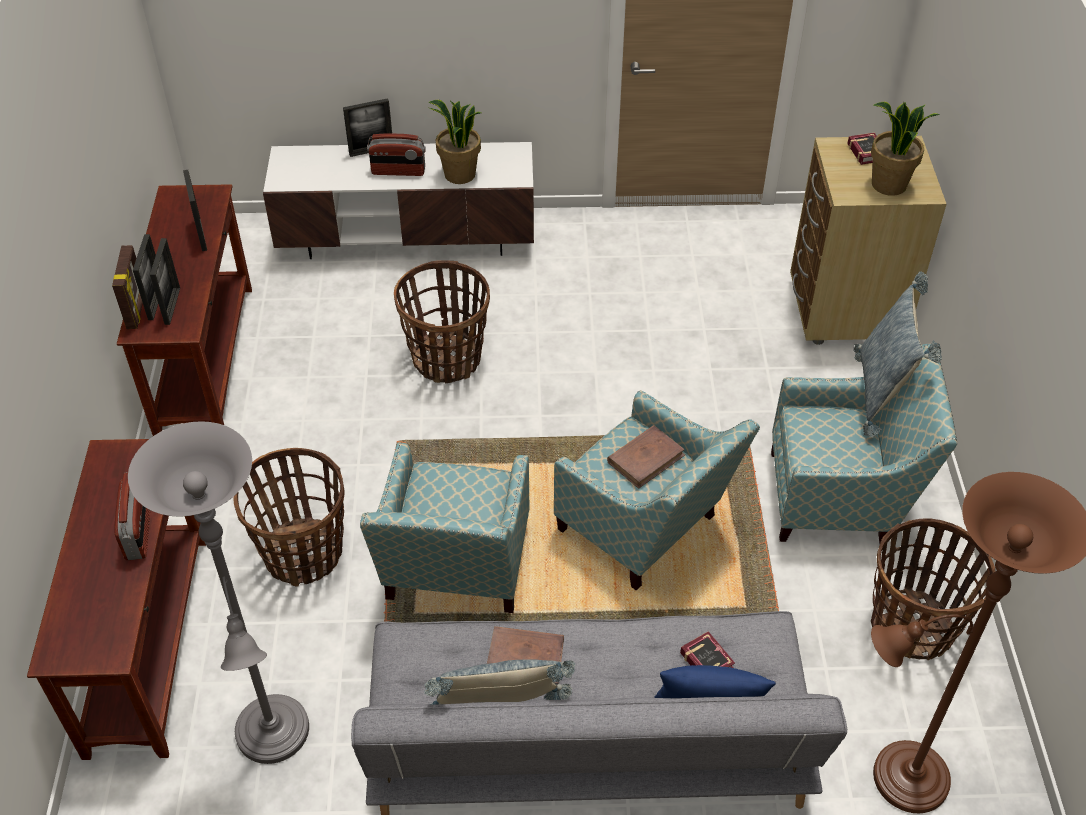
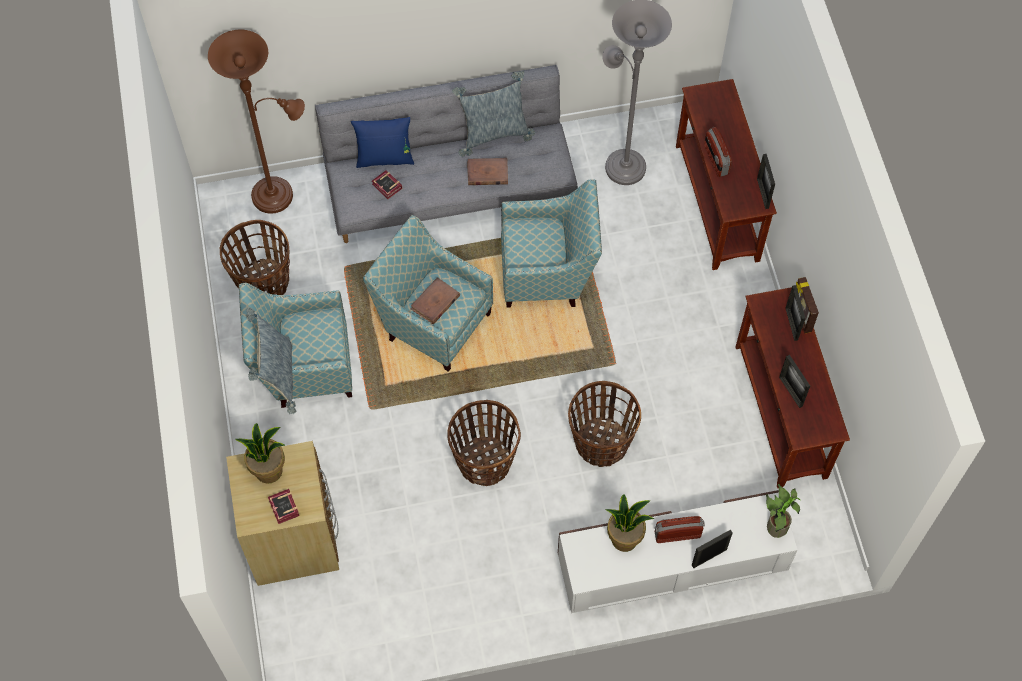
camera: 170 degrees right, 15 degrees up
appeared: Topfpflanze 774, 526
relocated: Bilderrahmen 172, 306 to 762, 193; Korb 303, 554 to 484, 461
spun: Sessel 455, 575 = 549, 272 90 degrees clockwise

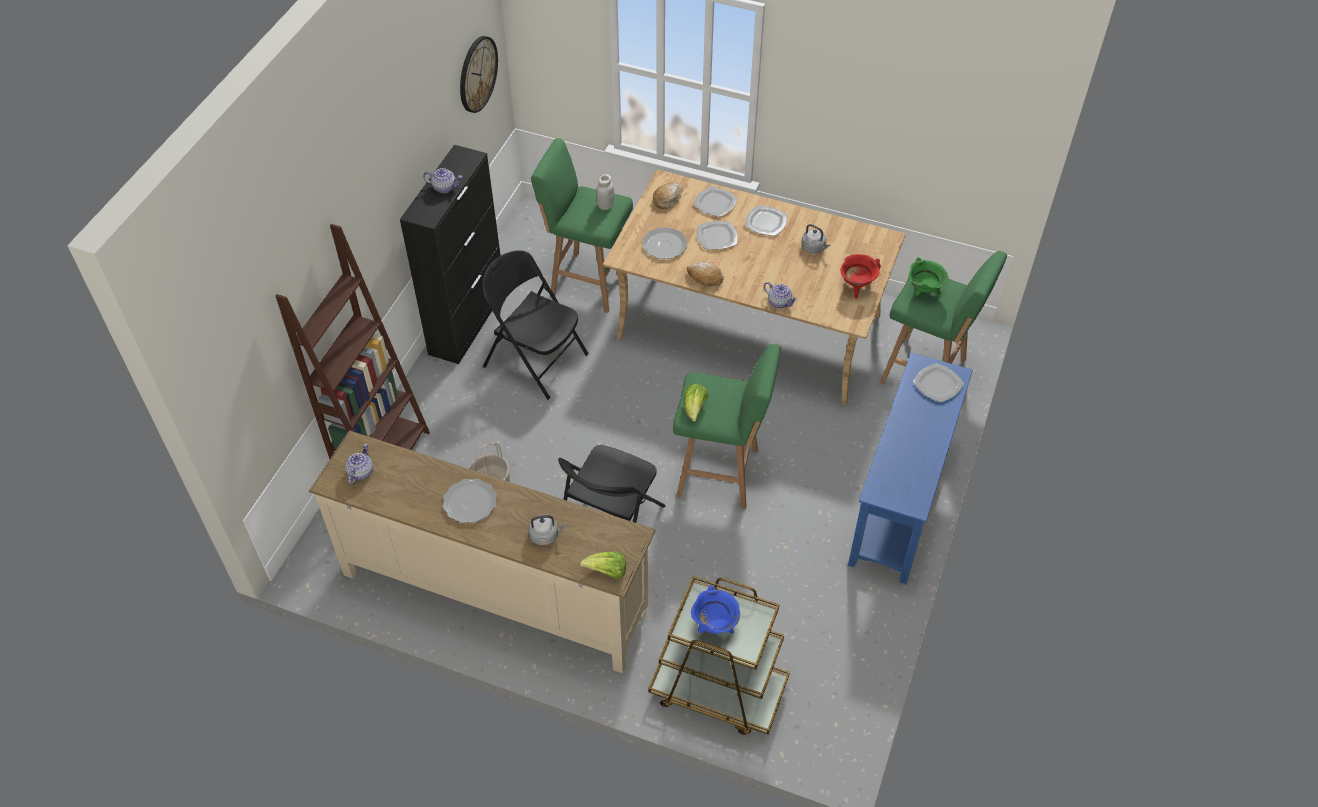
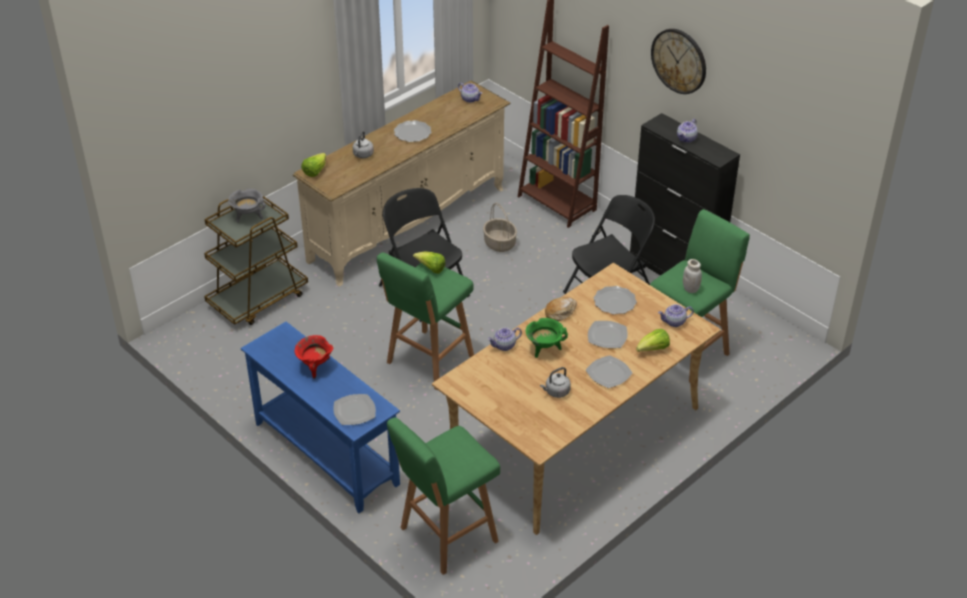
camera: 115 degrees right, 10 degrees down
relocated: Wanduhr 477, 74 to 679, 61; Kochtopf/rot 856, 287 to 315, 367; Kochtopf/grün 923, 292 to 544, 349
exchanged: Brot 668, 199 to Teekanne 674, 322; Teller 715, 202 to Salatkopf 653, 350
colour: Kochtopf/blau 714, 626 to Kochtopf/grau 248, 216

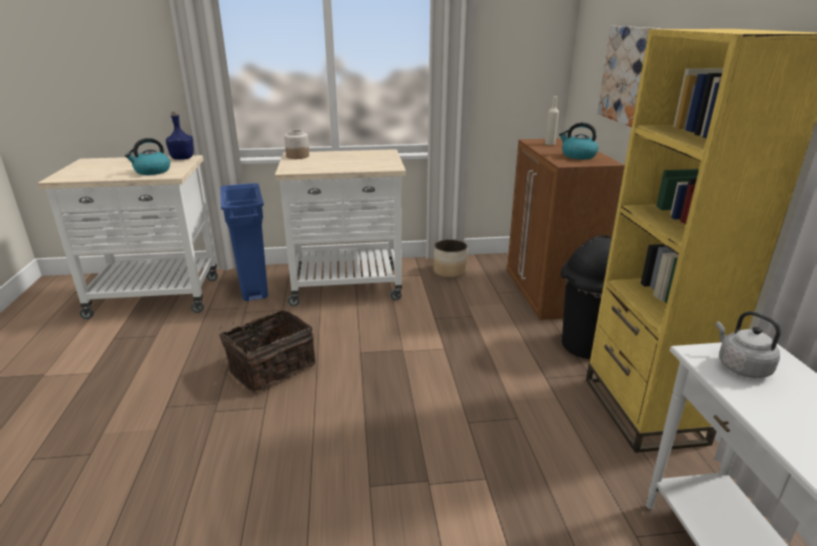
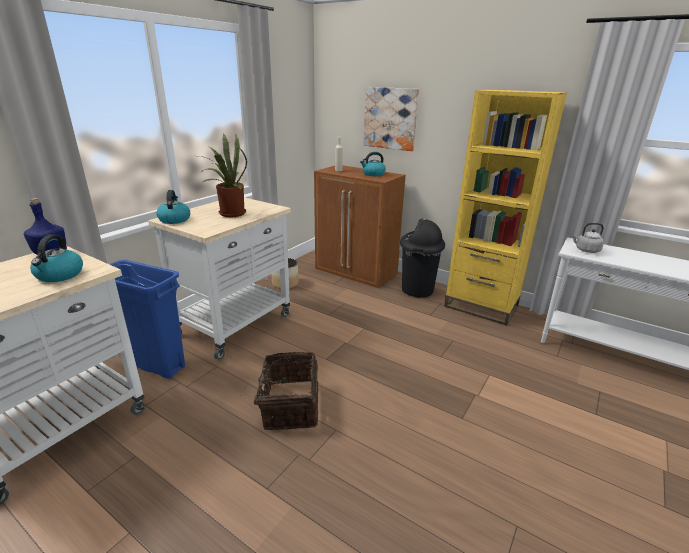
camera: 50 degrees left, 0 degrees up
appeared: Topfpflanze 229, 214
exchanged: Vorratsglas 297, 156 to Wasserkessel 174, 219

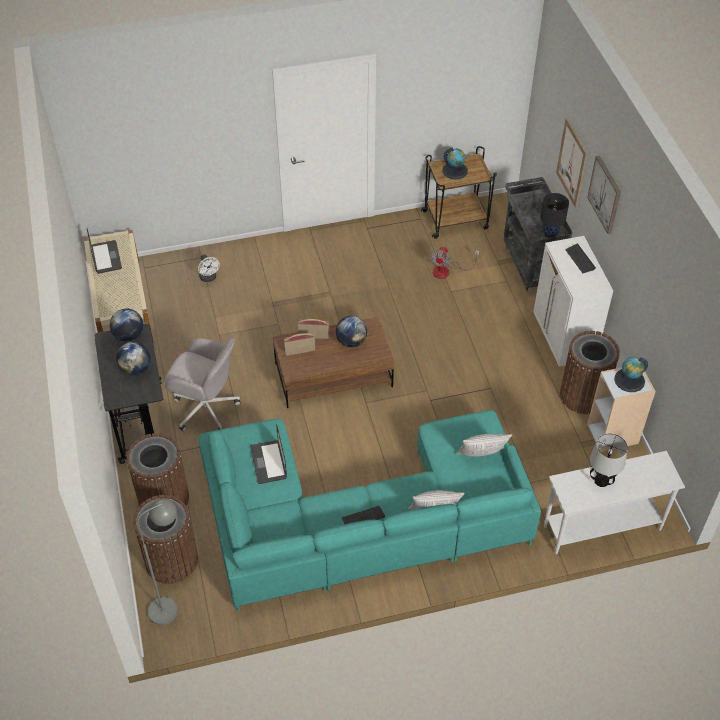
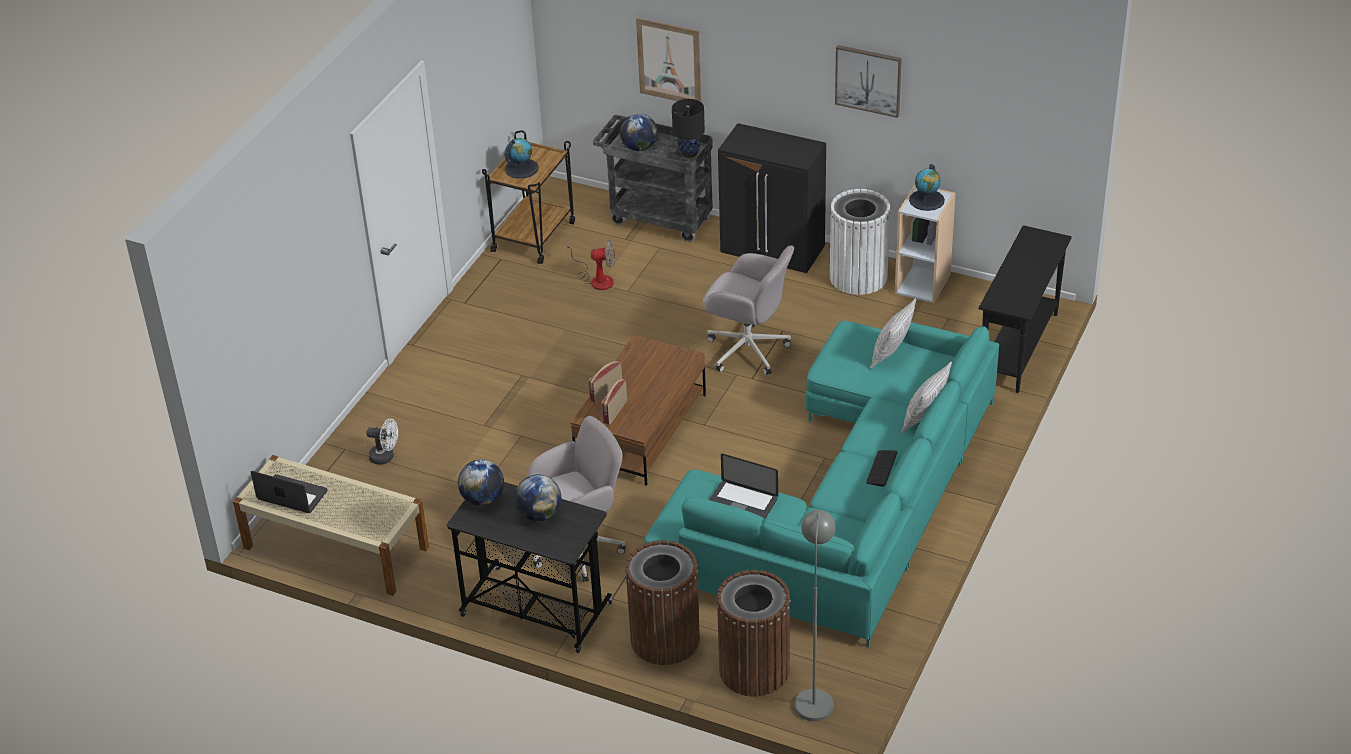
camera: 50 degrees left, 10 degrees down
missing: Tastatur 580, 259; Tischlampe 602, 481
appeared: Bürostuhl/grau 748, 351
relocated: Globus 351, 341 to 639, 148; Bild 605, 194 to 868, 80
colour: Schrank/weiß 564, 335 to Schrank/schwarz 773, 249; Konsolentisch/weiß 602, 529 to Konsolentisch/schwarz 1019, 349; Mülleimer/braun 583, 395 to Mülleimer/weiß 858, 277
spun: Ventilator 447, 271 = 596, 279 60 degrees counterclockwise

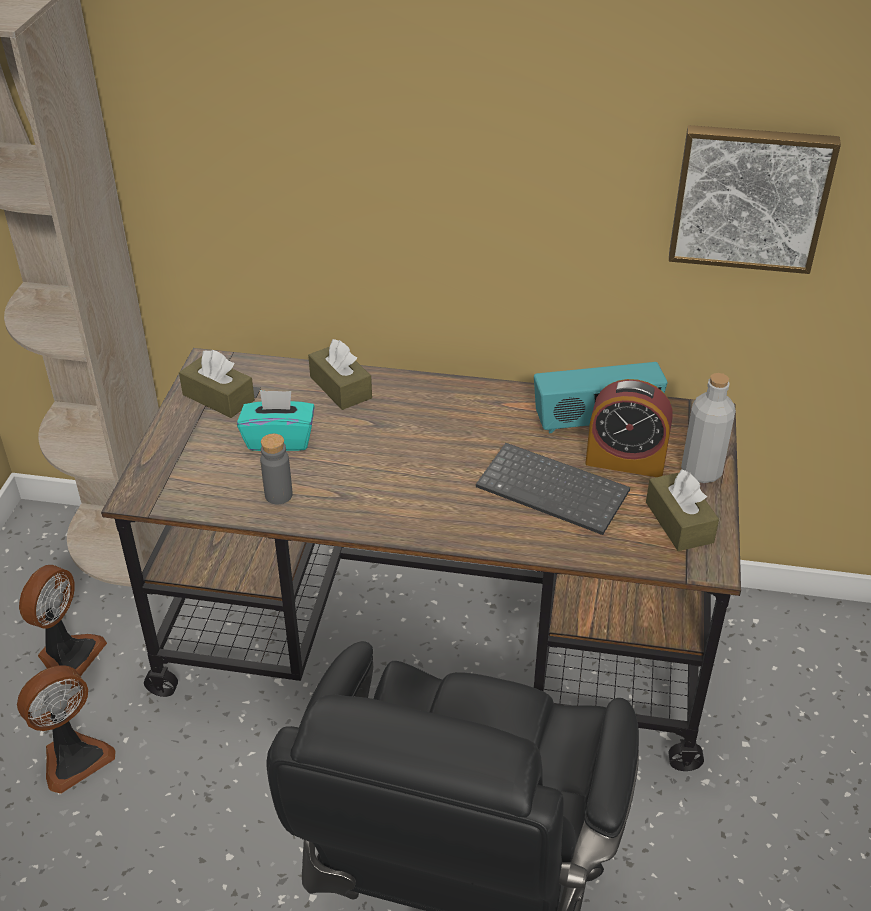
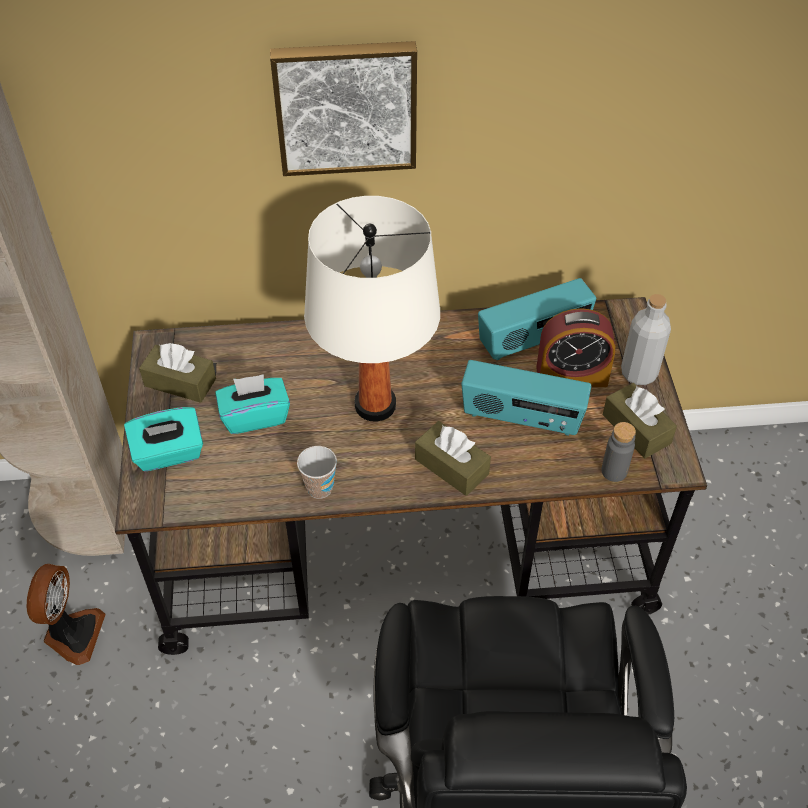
camera: 15 degrees left, 10 degrees up
missing: Ventilator 73, 757
appeared: Taschentuchbox/türkis 169, 454; Tasse 319, 488; Tischlampe/weiß 375, 405
relocated: Flasche/grau 278, 495 to 614, 471; Taschentuchbox/braun 340, 387 to 451, 466; Bild 750, 197 to 346, 106
exchanged: Tastatur 555, 490 to Radio 521, 418

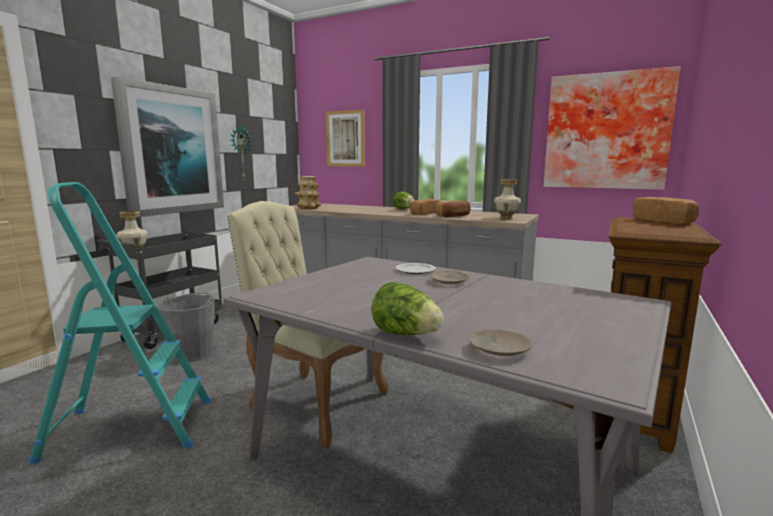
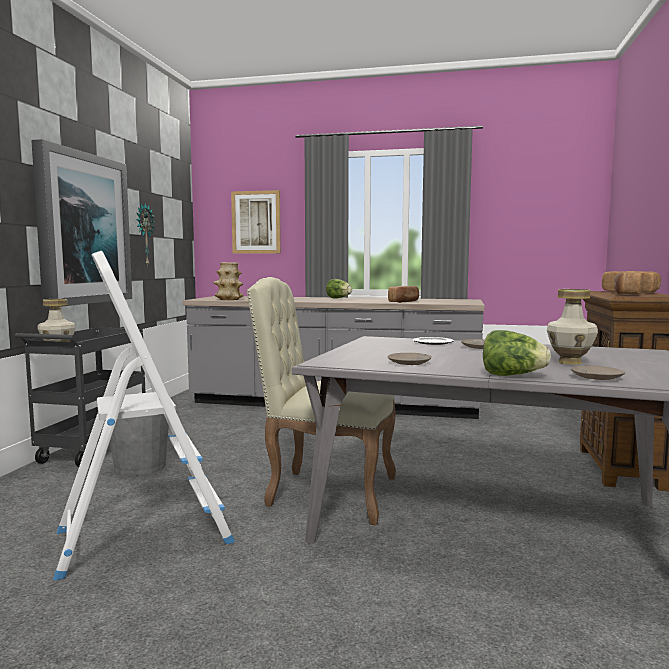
camera: 15 degrees left, 5 degrees down
missing: Bild 606, 132
appeared: Teller/beige 409, 363
relocated: Brot 425, 213 to 627, 294; Vase 506, 218 to 570, 362
colour: Trittleiter/türkis 132, 428 to Trittleiter/weiß 146, 536

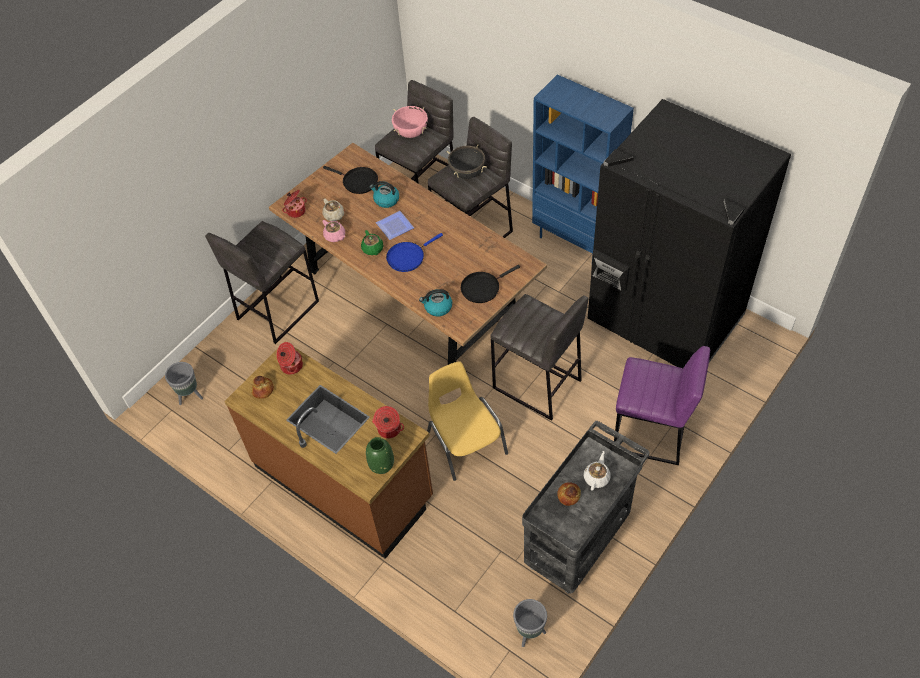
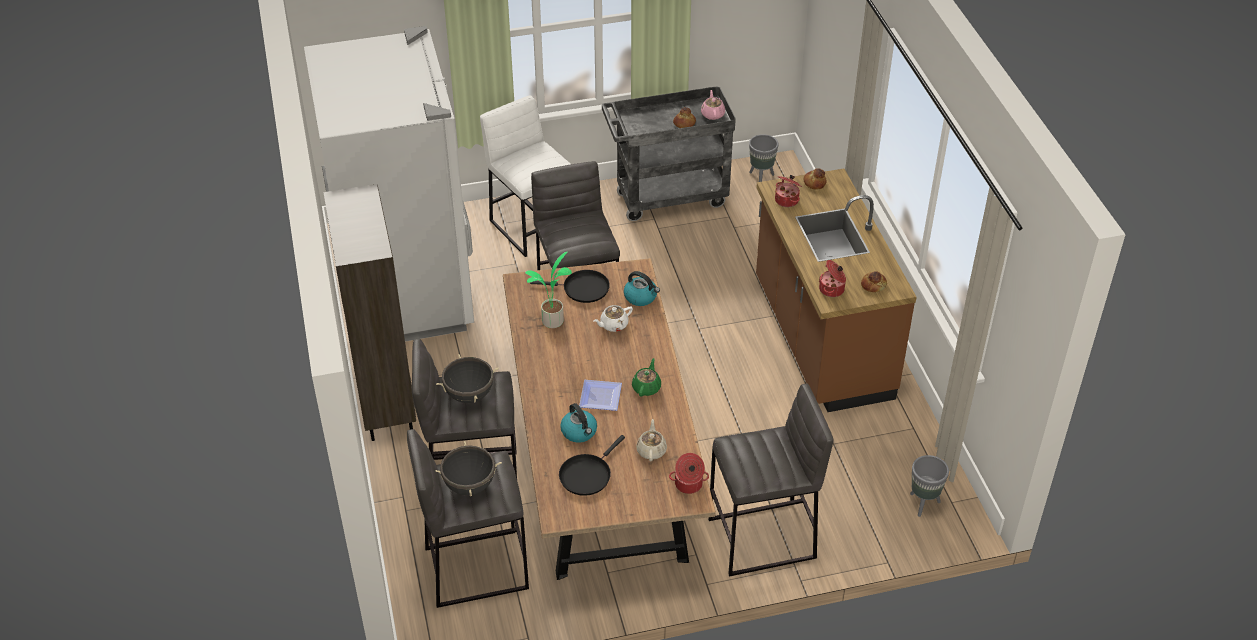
camera: 145 degrees left, 10 degrees down
missing: Pfanne/blau 407, 257; Stuhl/gelb 465, 442
appeared: Topfpflanze 552, 322
relocated: Teekanne/rosa 335, 236 to 712, 114; Teekanne/weiß 597, 477 to 613, 325
exchanged: Vase/grün 381, 464 to Brot 814, 183
colour: Kochtopf/rosa 411, 133 to Kochtopf/schwarz 469, 485; Bücherregal/blau 575, 241 to Bücherregal/braun 385, 406; Kühlschrank/schwarz 665, 319 to Kühlschrank/weiß 407, 290; Stuhl/lila 652, 433 to Stuhl/weiß 532, 226
spun: Pfanne/schwarz 358, 181 = 587, 474 120 degrees counterclockwise

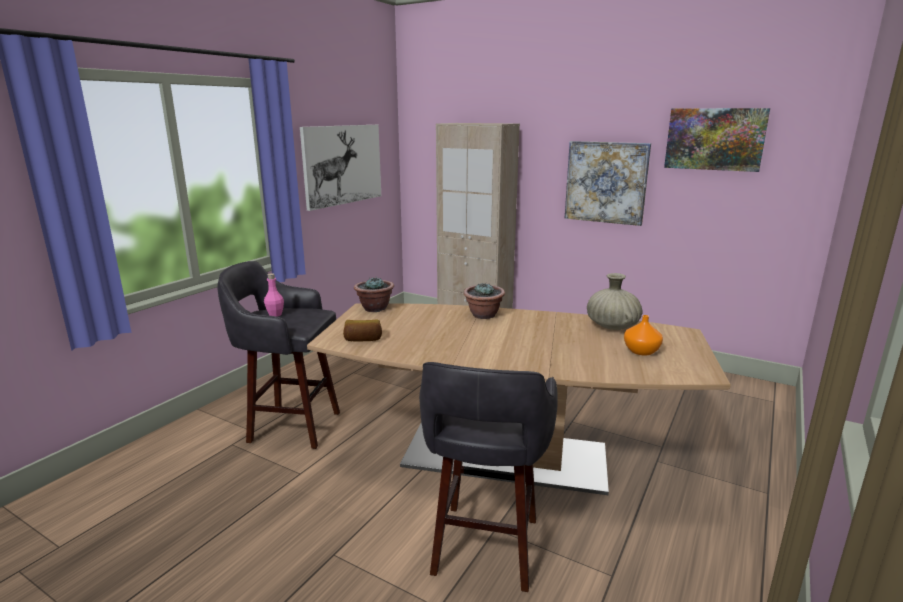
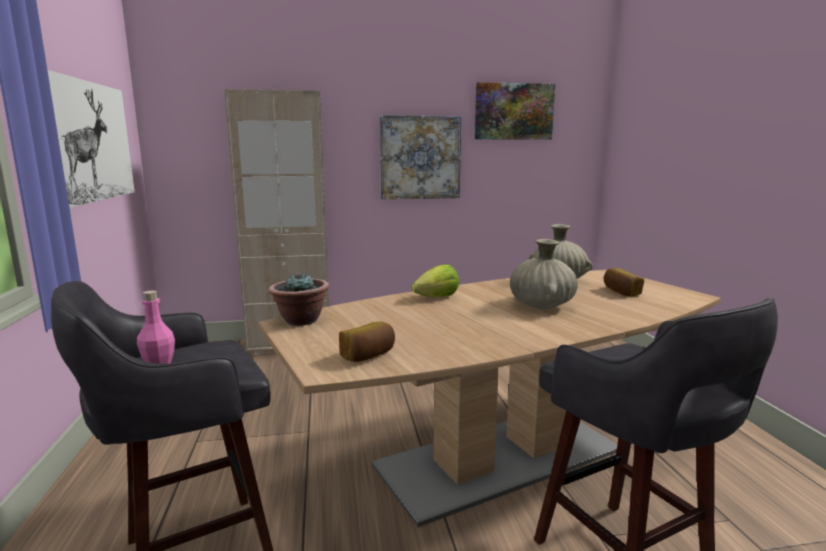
camera: 40 degrees left, 5 degrees down
appeared: Vase/beige 542, 305
exchanged: Topfpflanze 483, 315 to Salatkopf 437, 297; Vase/orange 640, 351 to Brot 621, 292

